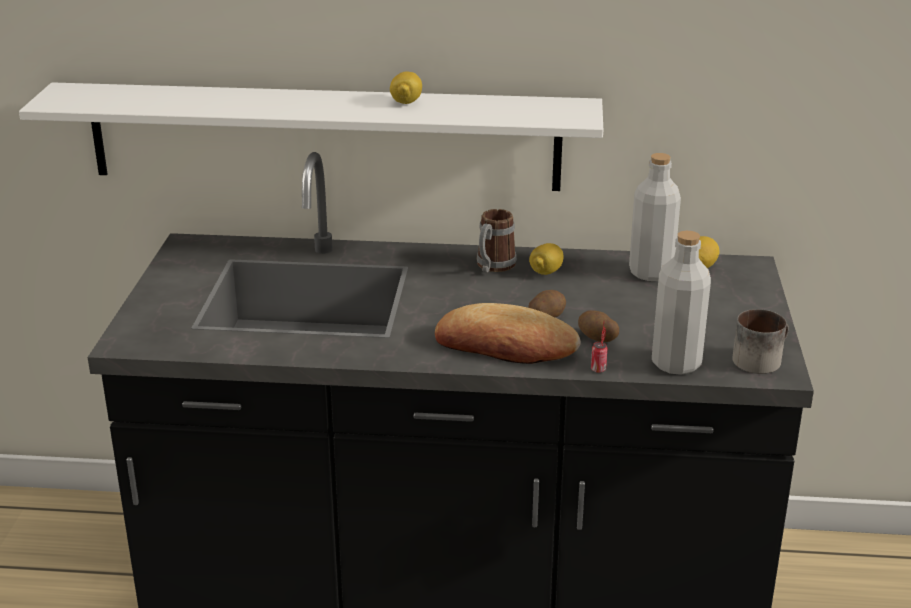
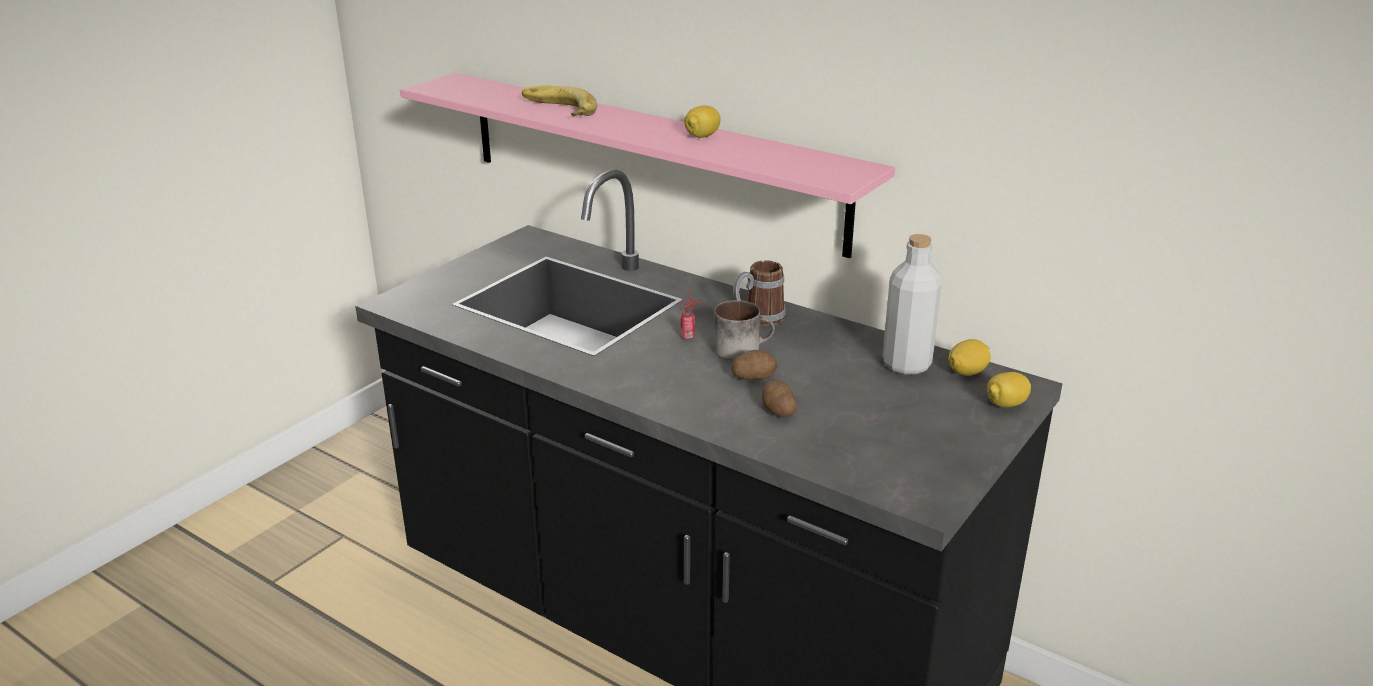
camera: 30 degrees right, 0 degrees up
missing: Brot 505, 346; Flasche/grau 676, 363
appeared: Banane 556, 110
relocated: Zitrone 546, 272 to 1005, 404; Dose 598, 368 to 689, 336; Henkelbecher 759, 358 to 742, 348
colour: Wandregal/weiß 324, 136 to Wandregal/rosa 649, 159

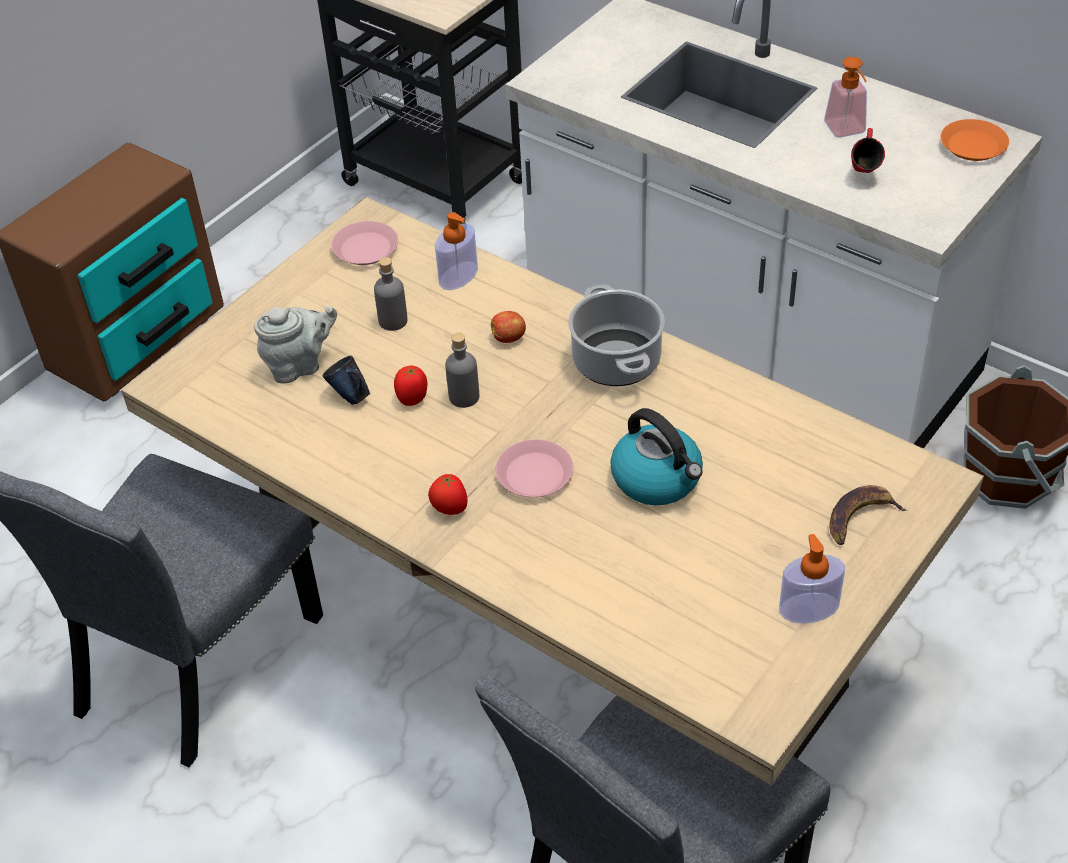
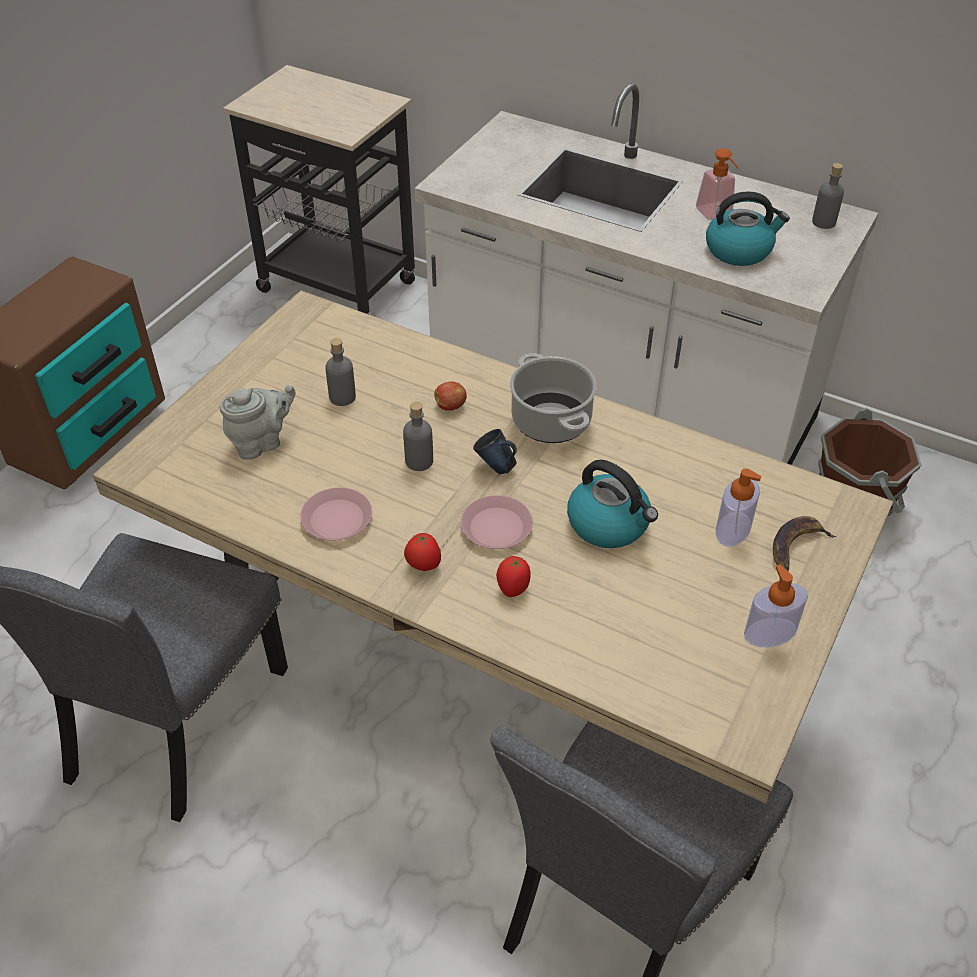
camera: 10 degrees left, 0 degrees up
relocated: Henkelbecher/blau 350, 397 to 496, 468; Teller/rosa 366, 249 to 337, 520; Tomate 413, 399 to 513, 588; Seifenspender 458, 276 to 733, 529
exchanged: Henkelbecher/rot 864, 175 to Wasserkessel 739, 250; Teller/orange 972, 146 to Flasche/grau 823, 222

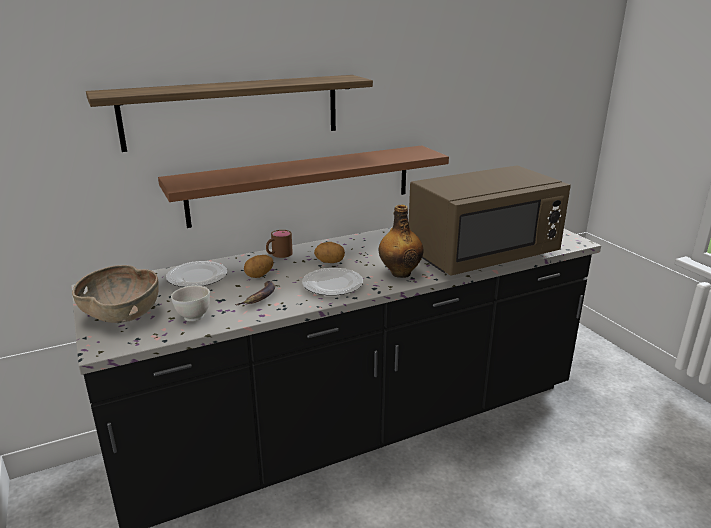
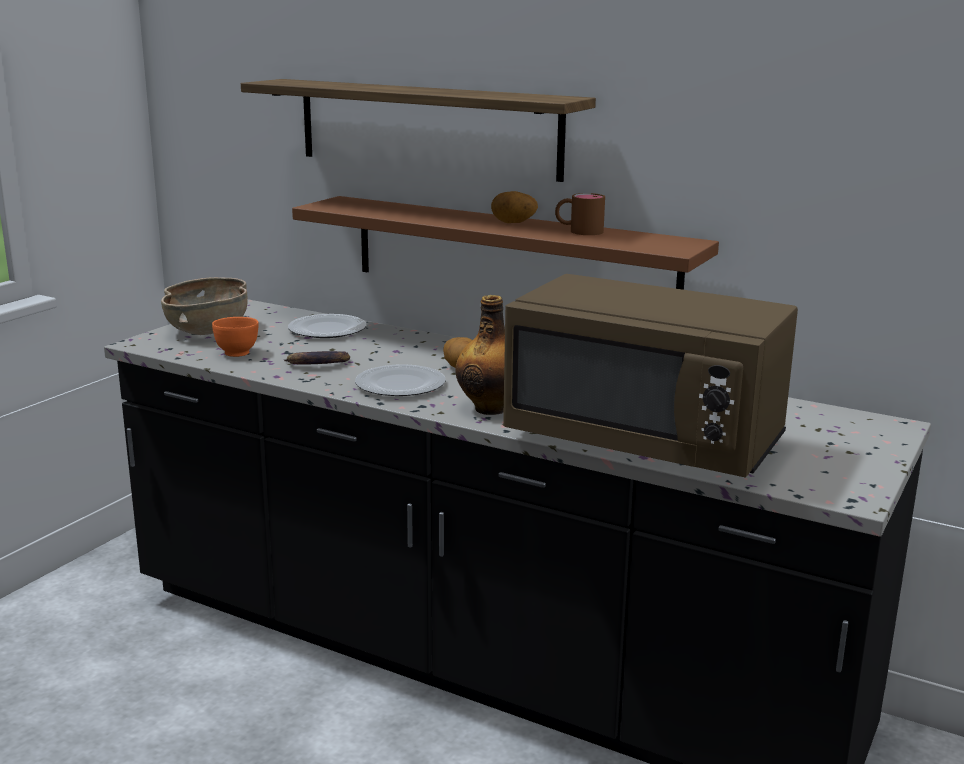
camera: 55 degrees right, 5 degrees down
relocated: Kartoffel 259, 276 to 513, 223; Henkelbecher/braun 278, 255 to 578, 231
colour: Schüssel/weiß 193, 316 to Schüssel/orange 237, 353

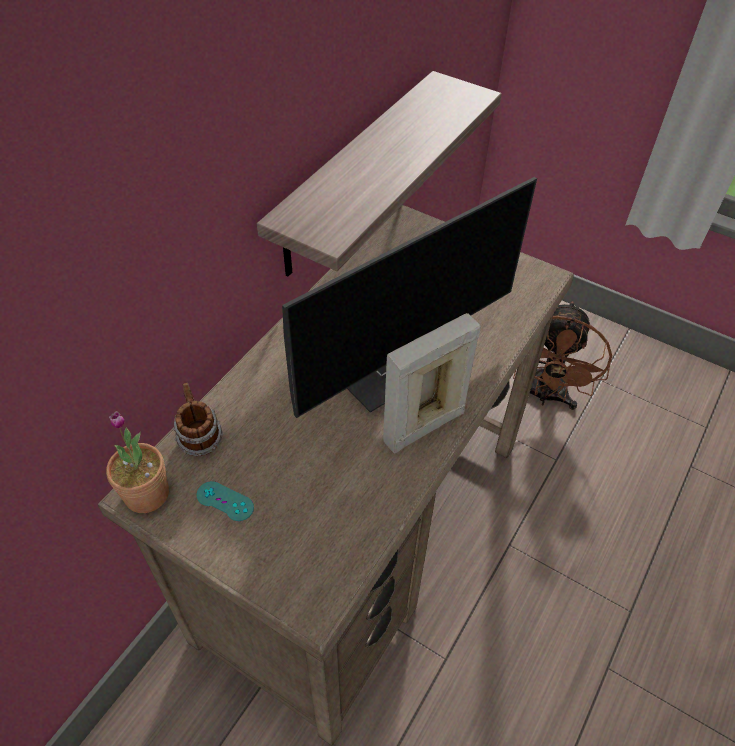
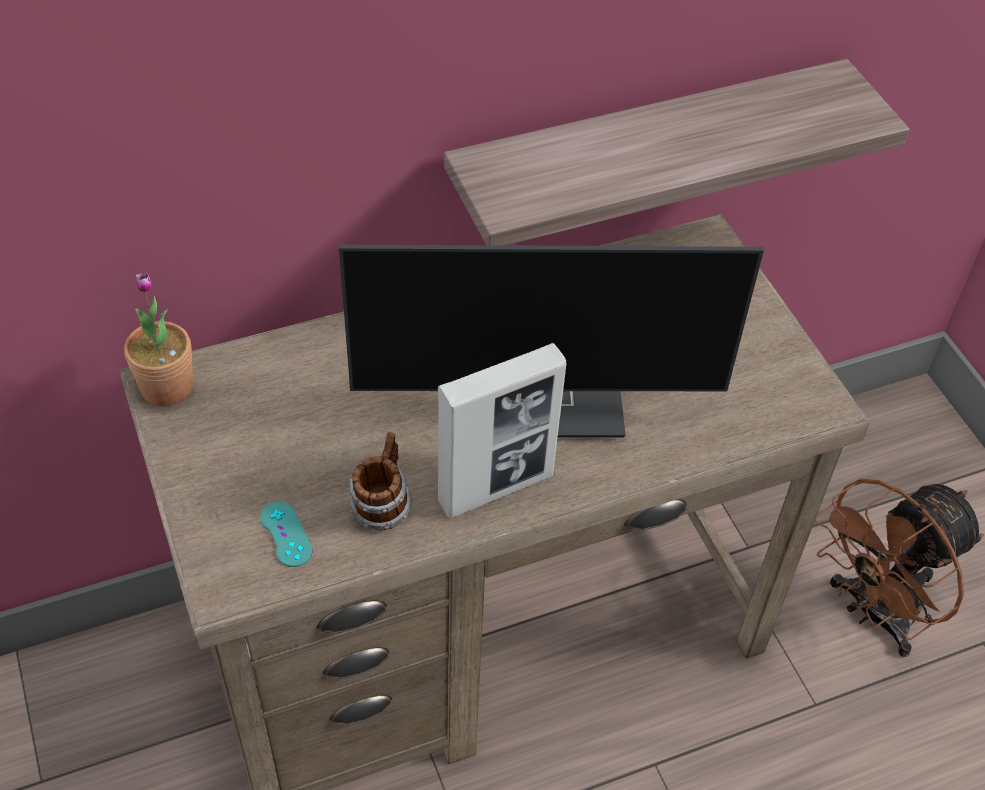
camera: 35 degrees right, 0 degrees up
relocated: Henkelbecher 199, 438 to 382, 506; Gamepad/türkis 225, 501 to 286, 534
spun: Bilderrahmen 423, 427 = 496, 488 150 degrees clockwise

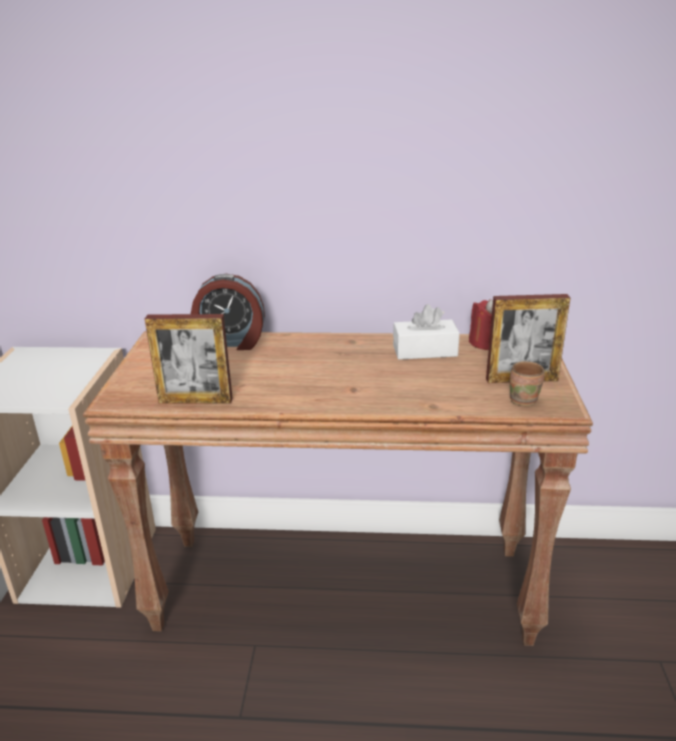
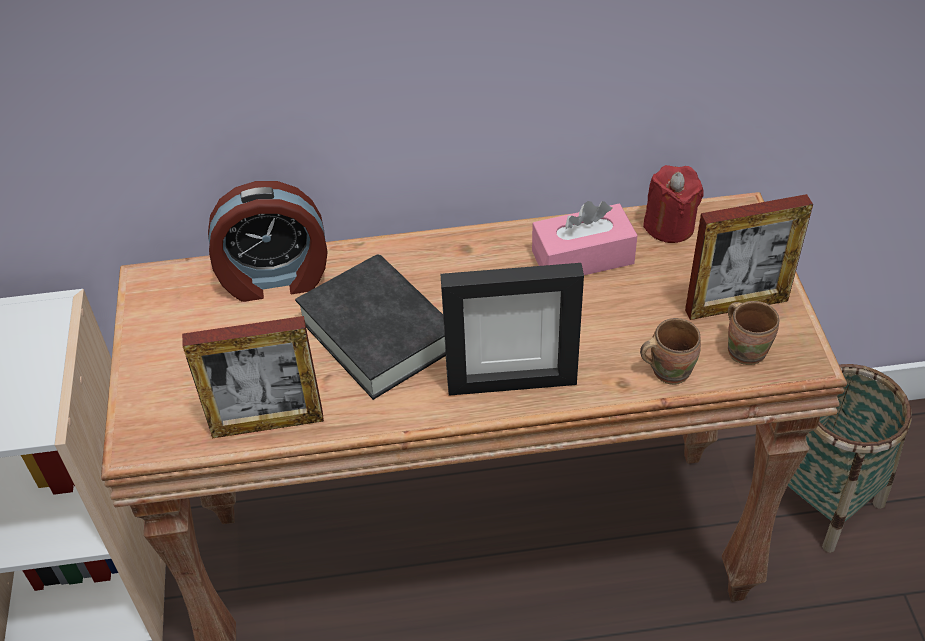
camera: 10 degrees left, 20 degrees up
appeared: Buch/schwarz 378, 333; Bilderrahmen 511, 381; Henkelbecher/braun 668, 369; Korb 823, 499
colour: Taschentuchbox/weiß 425, 351 to Taschentuchbox/rosa 582, 257

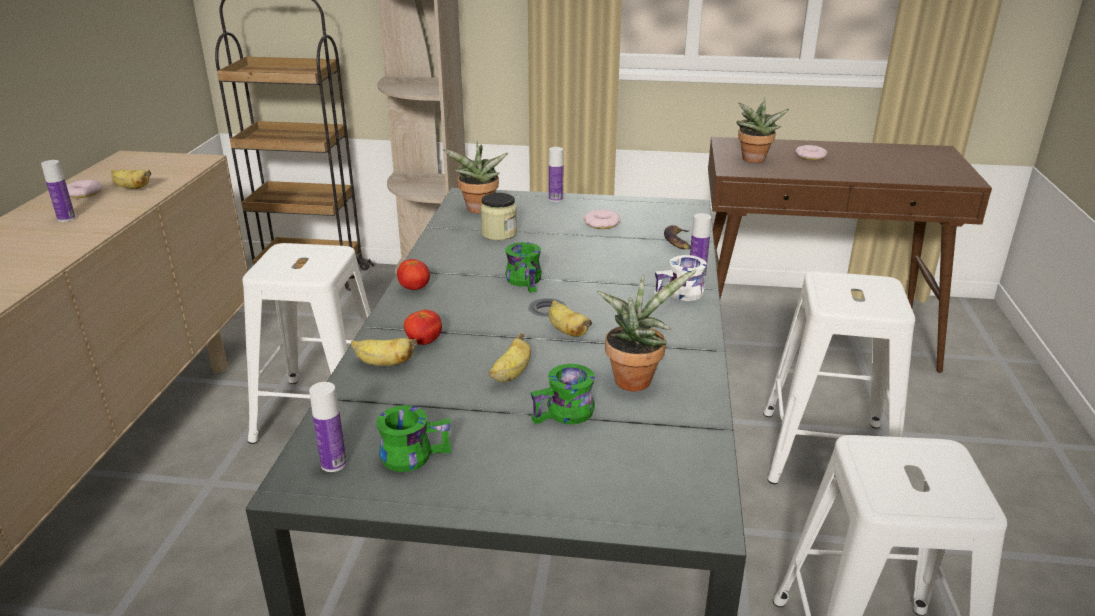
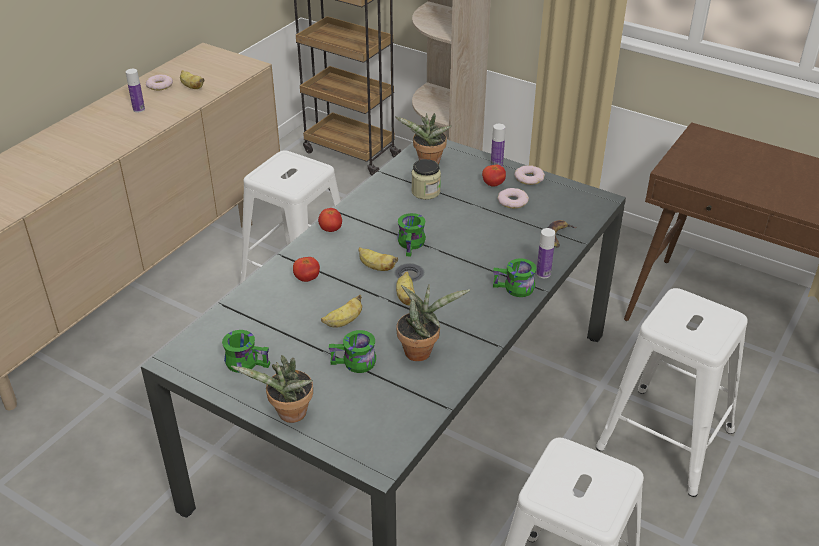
camera: 25 degrees right, 10 degrees up
missing: Flasche 333, 464
appeared: Tomate 493, 184
relocated: Banane 383, 363 to 376, 267; Topfpflanze 753, 160 to 289, 415; Donut 810, 156 to 529, 178
colour: Henkelbecher/weiß 681, 295 to Henkelbecher/grün 514, 289

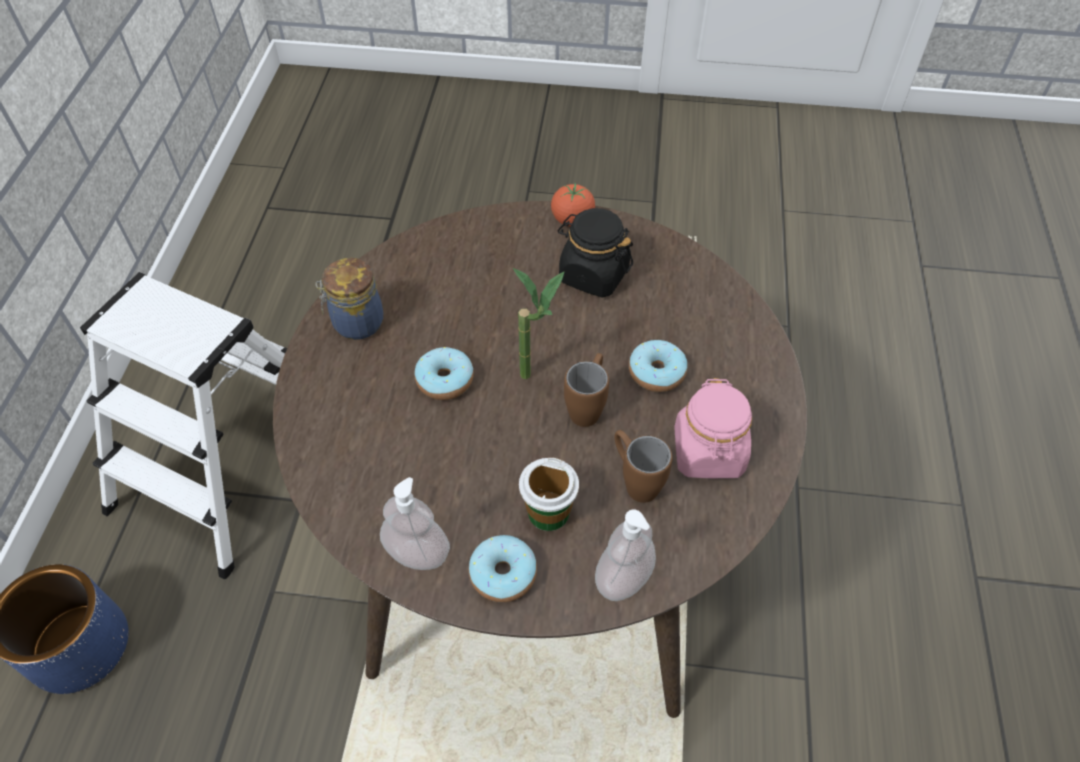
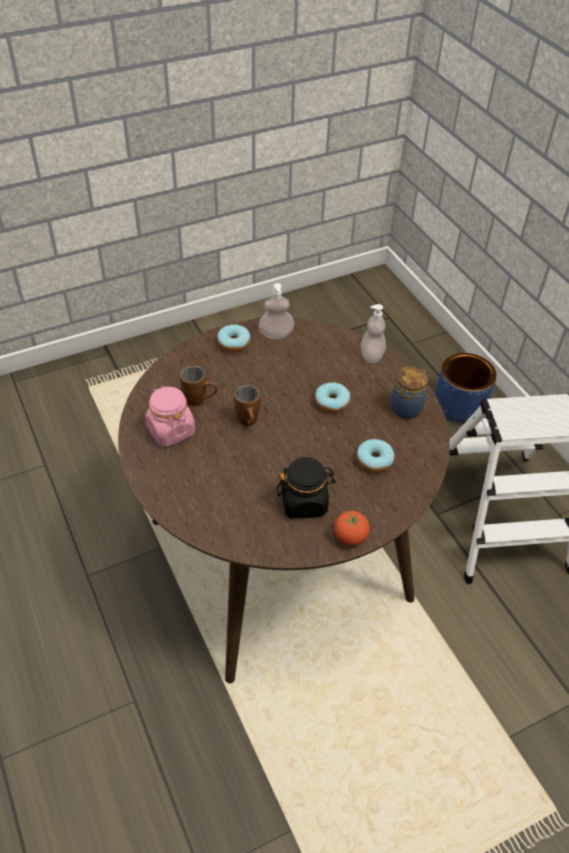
camera: 145 degrees right, 5 degrees down
missing: Topfpflanze 536, 375; Tasse 548, 512
relocated: Seifenspender 623, 578 to 371, 355; Donut 656, 373 to 374, 460

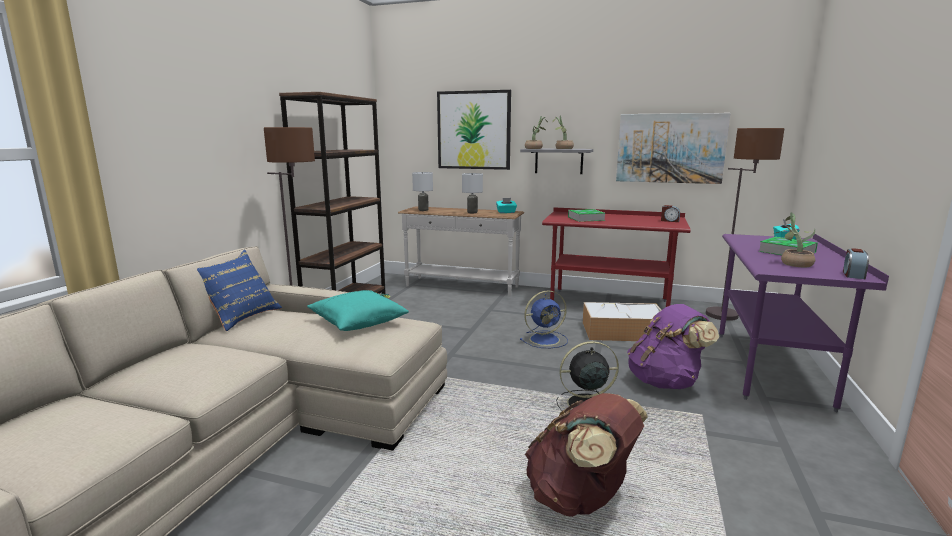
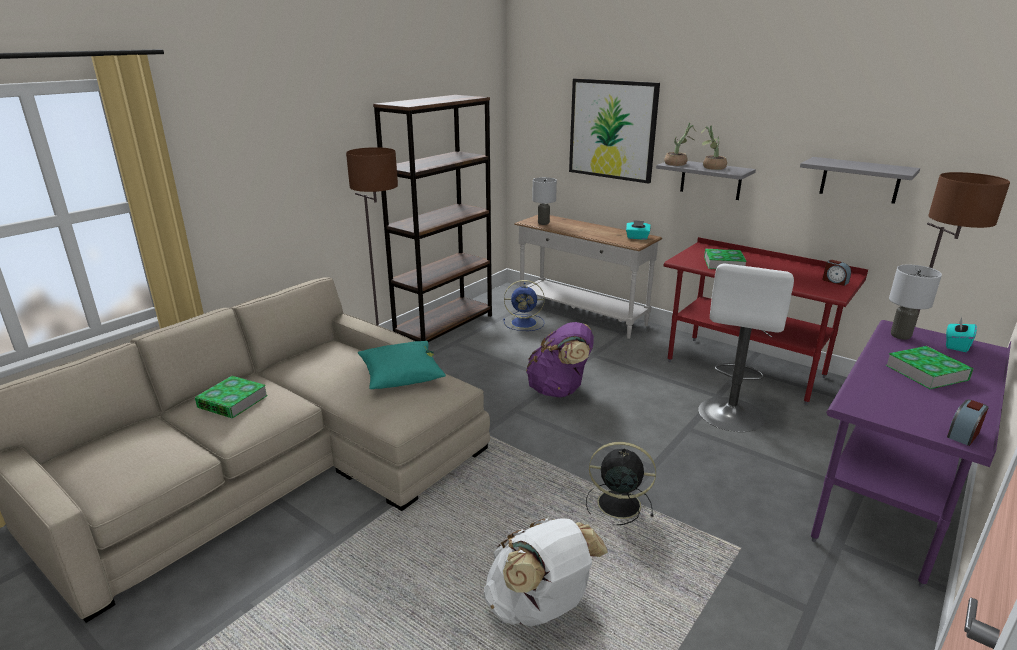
camera: 20 degrees right, 10 degrees up
missing: Kissen/blau 240, 317; Topfpflanze 792, 263
appeared: Buch 232, 401
relocated: Tischlampe/weiß 471, 212 to 899, 336; Ventilator/blau 546, 339 to 525, 323; Rucksack/lila 665, 382 to 559, 390
exchanged: Aufbewahrungsbox 621, 332 to Hocker/weiß 730, 414; Bild 670, 148 to Wandregal/grau 860, 180
colour: Rucksack/braun 580, 498 to Rucksack/weiß 540, 607

